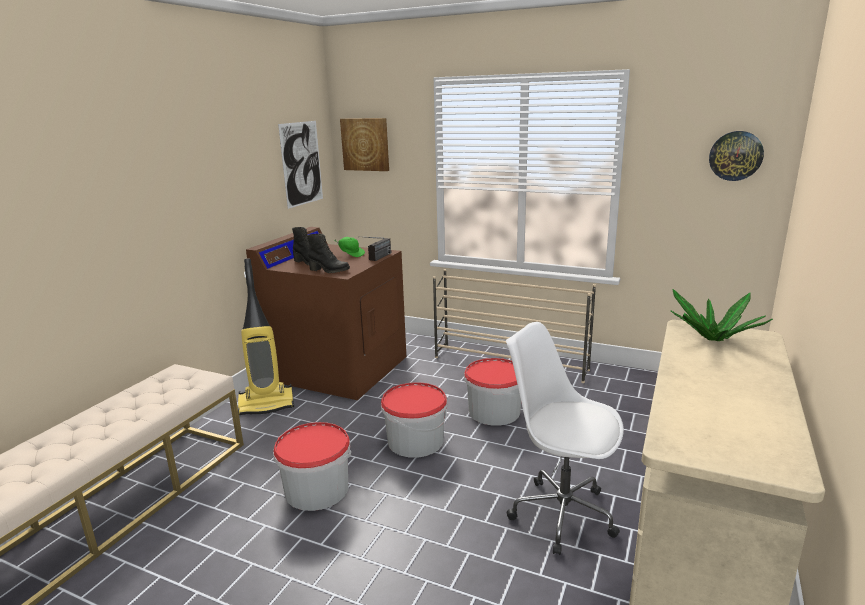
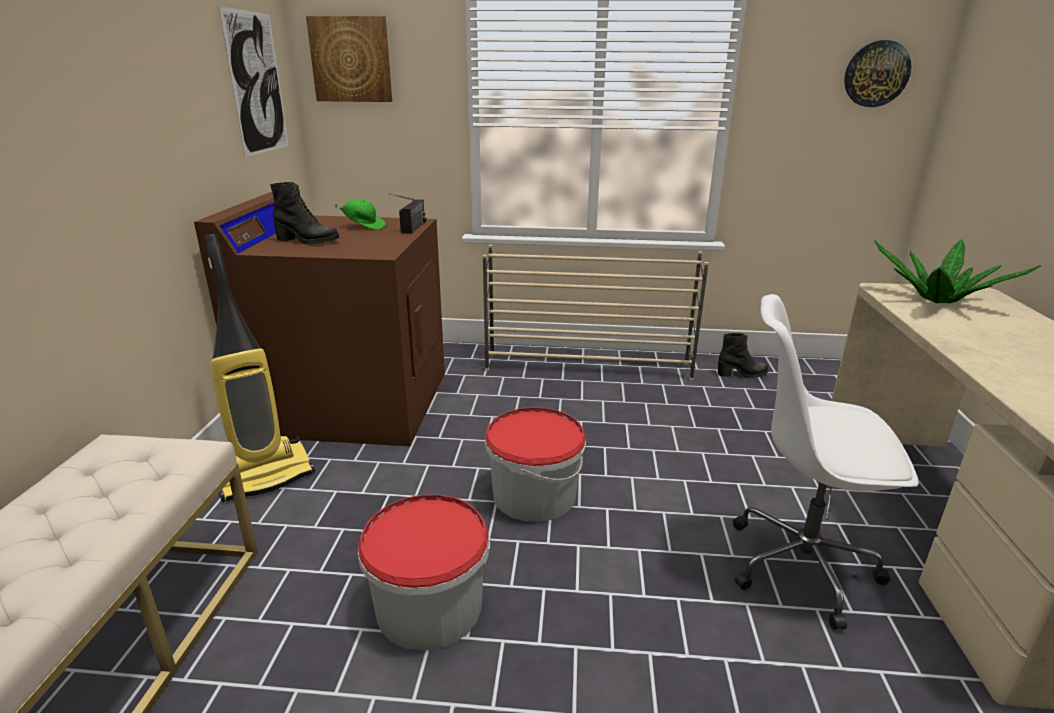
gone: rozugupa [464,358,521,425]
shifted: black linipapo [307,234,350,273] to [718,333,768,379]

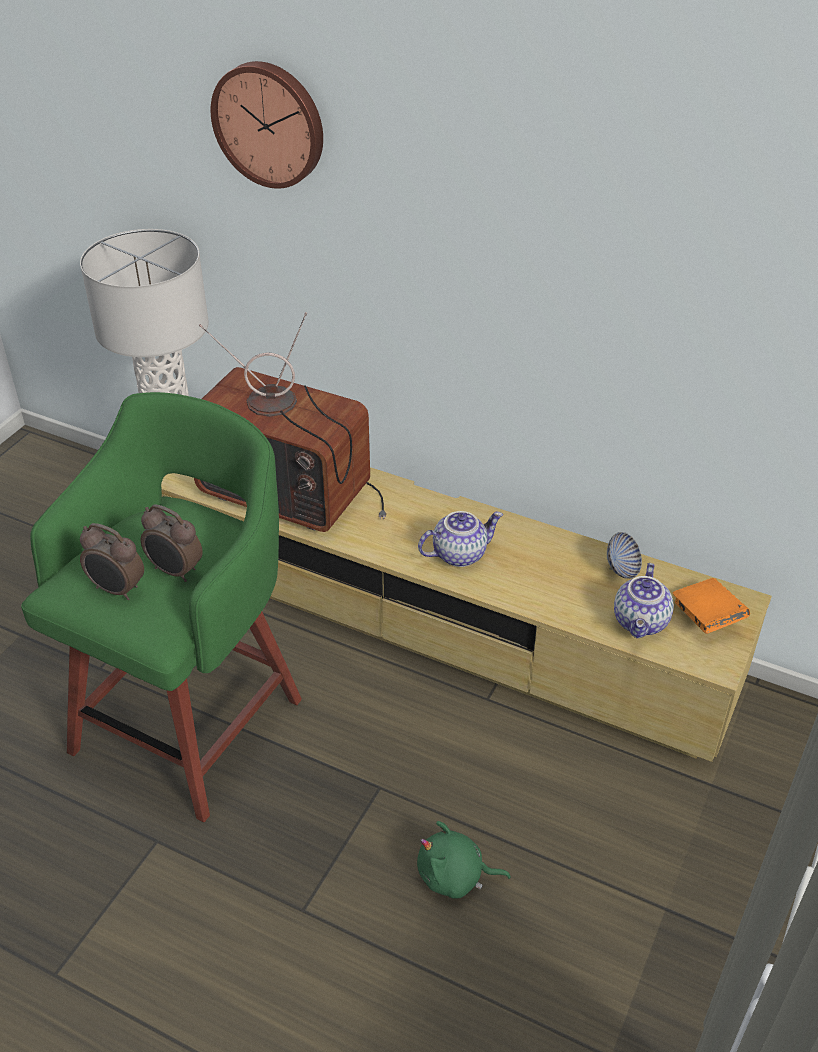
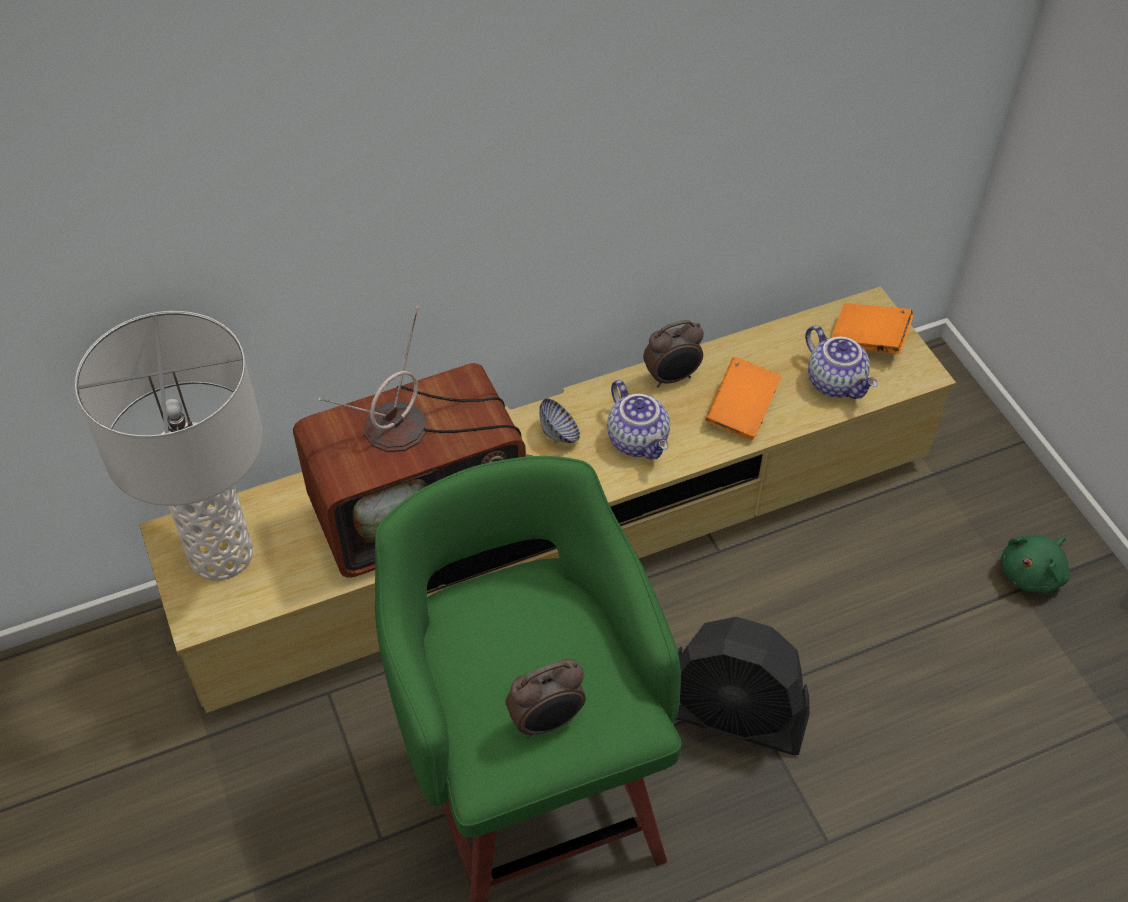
gone: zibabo [211,61,323,189]
new: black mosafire [676,617,810,755]; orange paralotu [705,357,781,440]
shifted: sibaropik [141,504,203,582] to [643,320,704,387]; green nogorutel [417,821,511,899] to [1001,535,1070,593]; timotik [607,532,642,579] to [539,398,580,443]
rotated: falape [418,511,503,567] = [607,380,670,460] 135 degrees clockwise

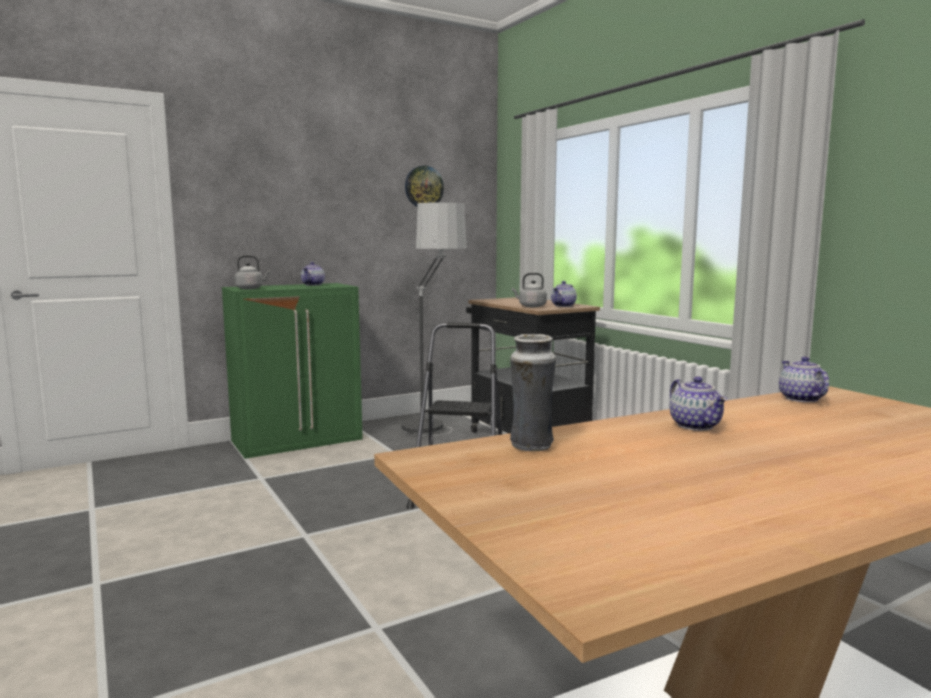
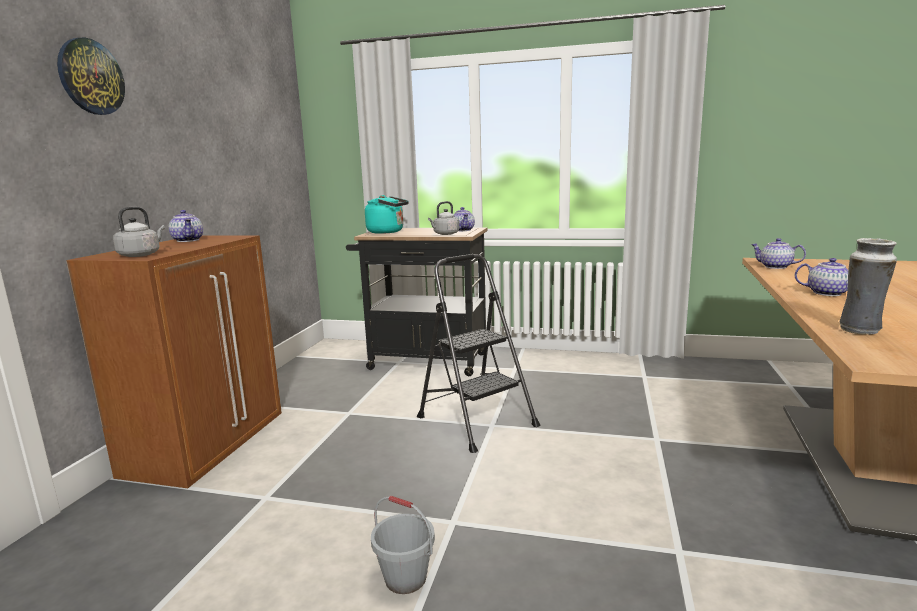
gone: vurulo [401,202,467,436]
new: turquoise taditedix [365,195,409,234]; grey rozugupa [371,496,435,594]
shifted: zibabo [405,166,444,207] to [57,38,125,115]
repainted: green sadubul [222,283,363,459] to brown sadubul [66,235,282,488]

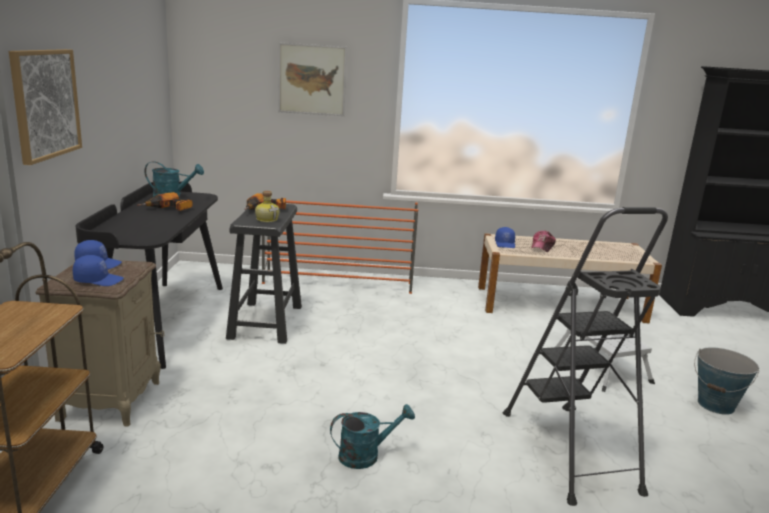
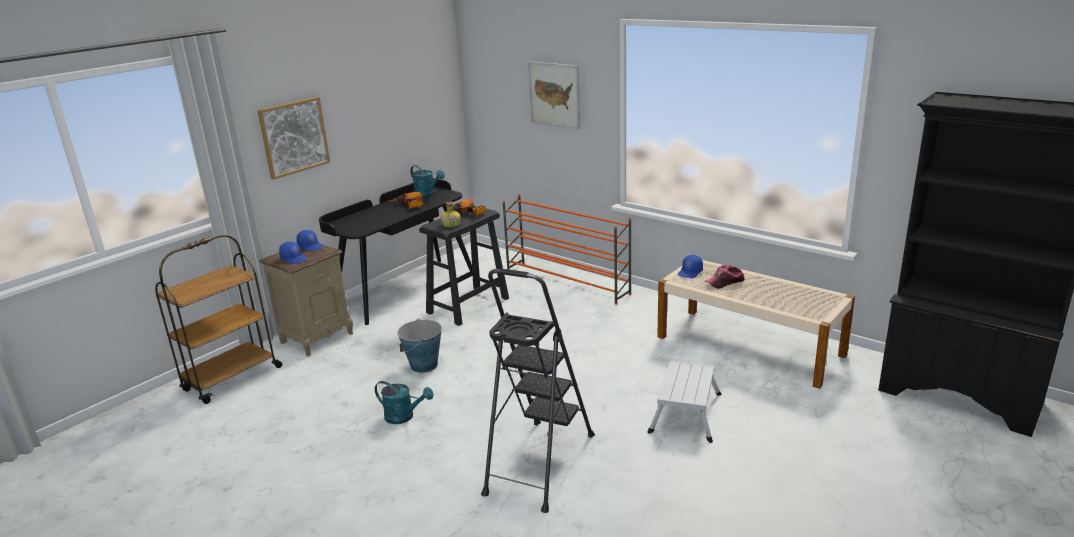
shifted: rozugupa [694,347,759,415] to [397,318,442,373]

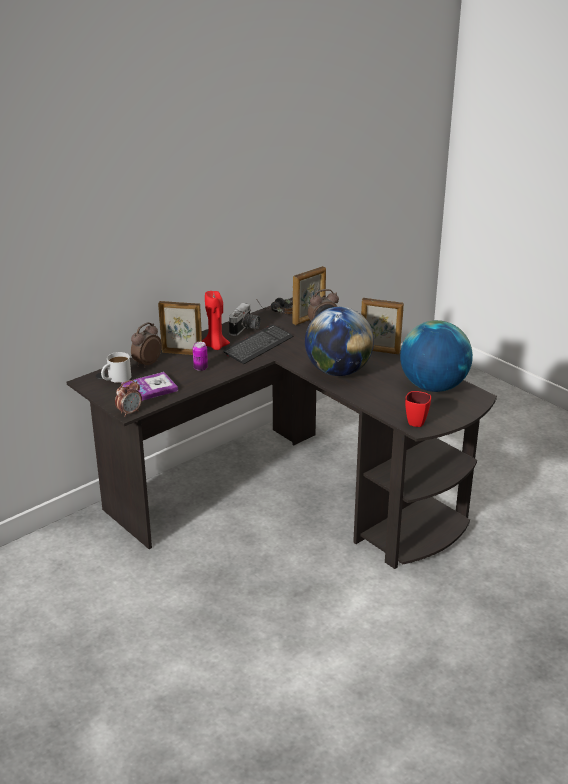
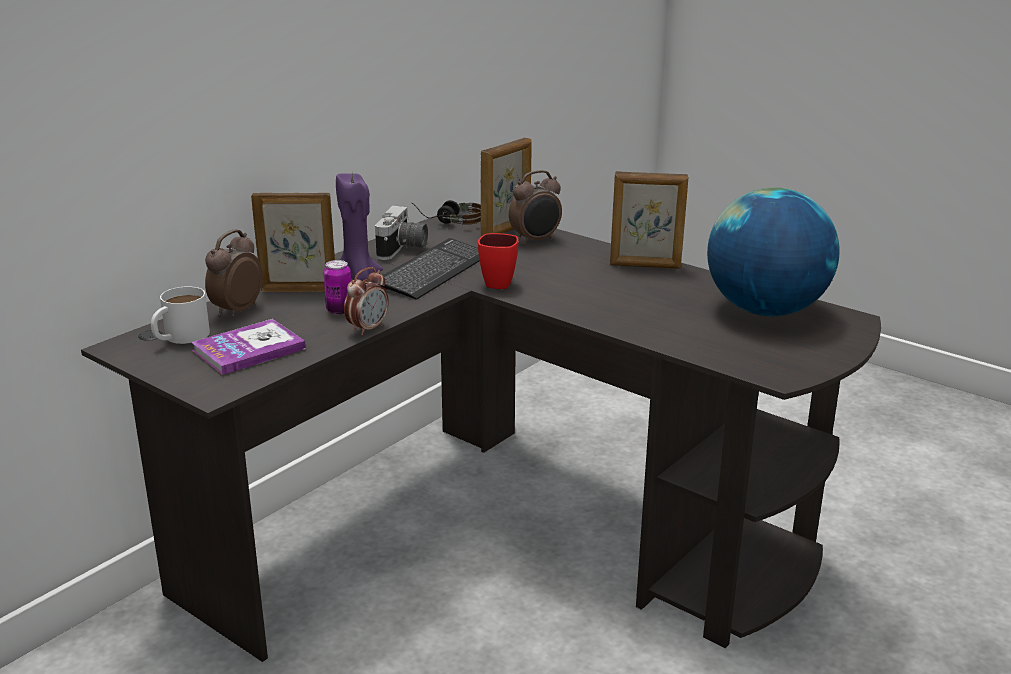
gone: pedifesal [305,307,374,376]
shifted: sibaropik [115,380,142,417] to [344,267,389,335]; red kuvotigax [405,391,431,427] to [478,233,519,289]
repainted: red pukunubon [202,291,230,350] to purple pukunubon [336,173,383,281]

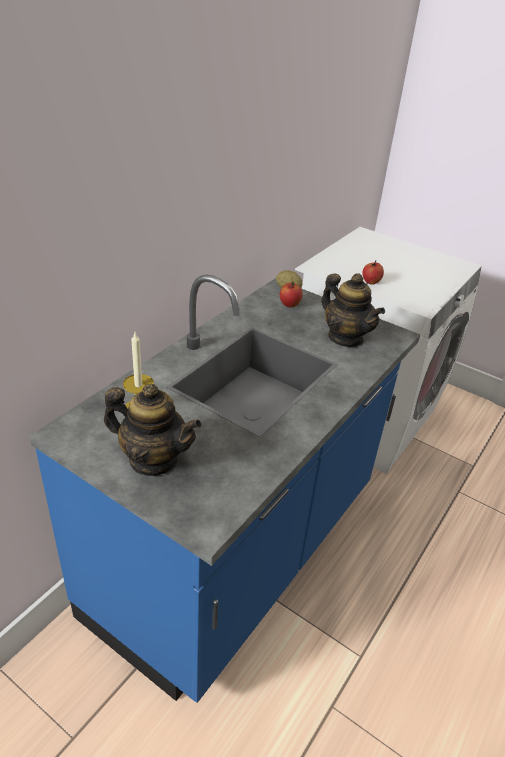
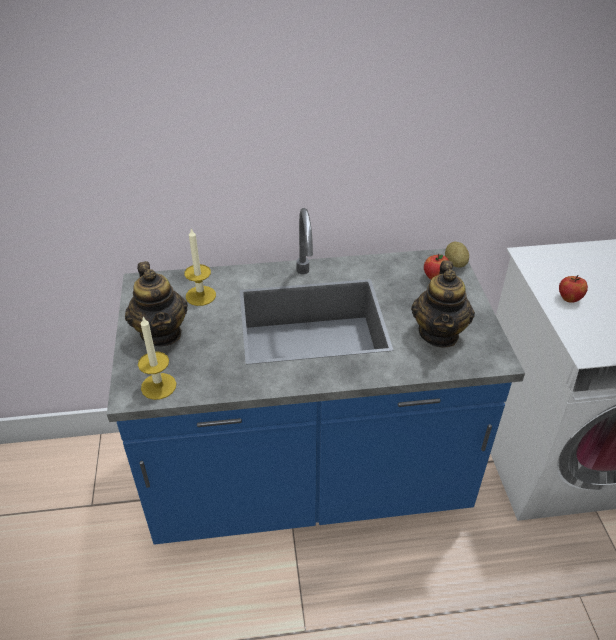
new: pukunubon [138,317,176,400]

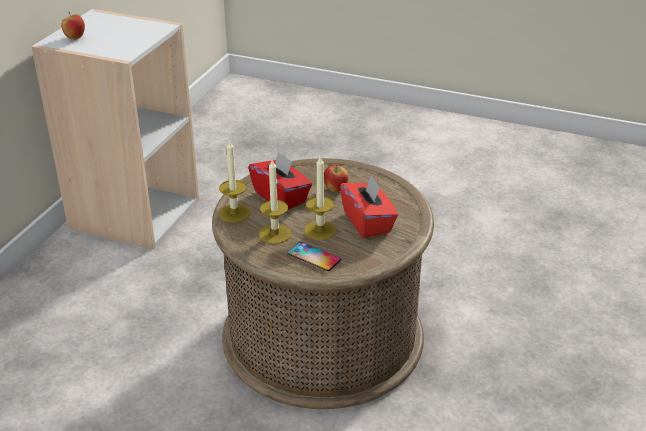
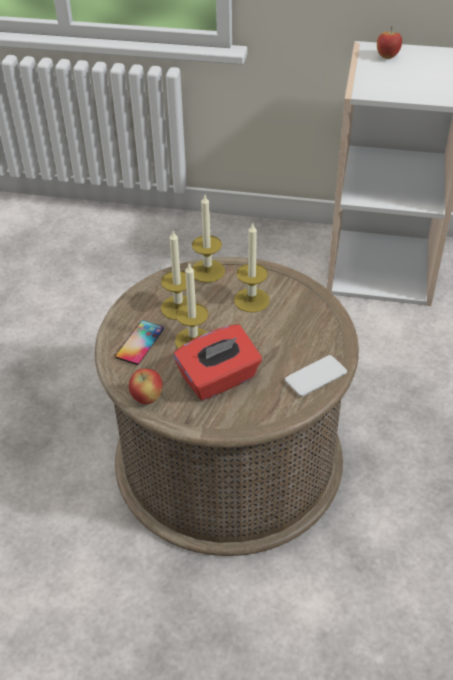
new: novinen [285,355,347,396]
shifted: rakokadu [324,165,348,192] to [129,368,163,404]
swapped: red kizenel [248,151,312,210] to pukunubon [234,222,270,313]

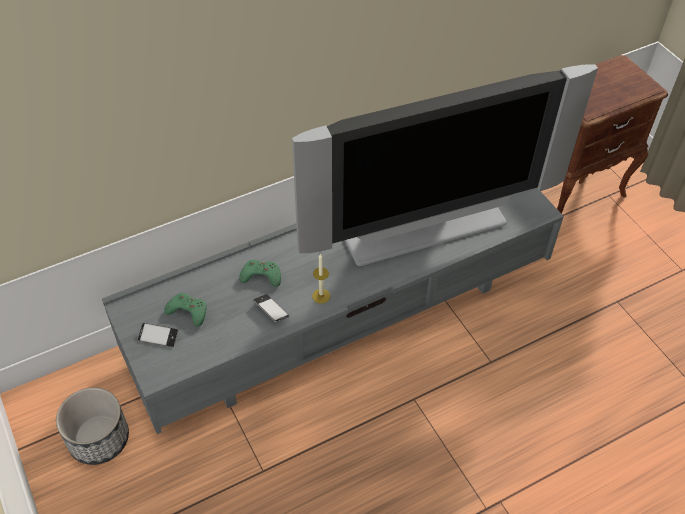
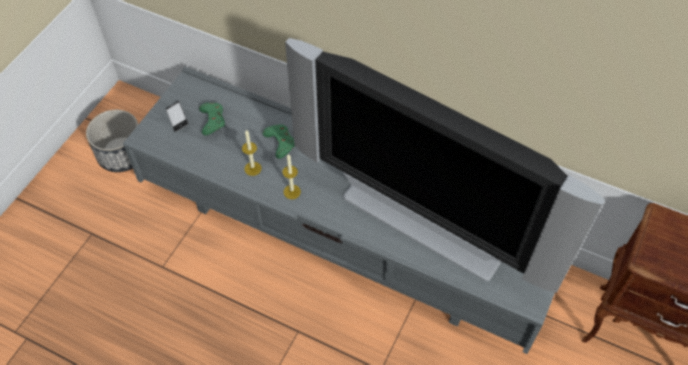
swapped: novinen [253,294,289,323] to pukunubon [242,130,262,176]

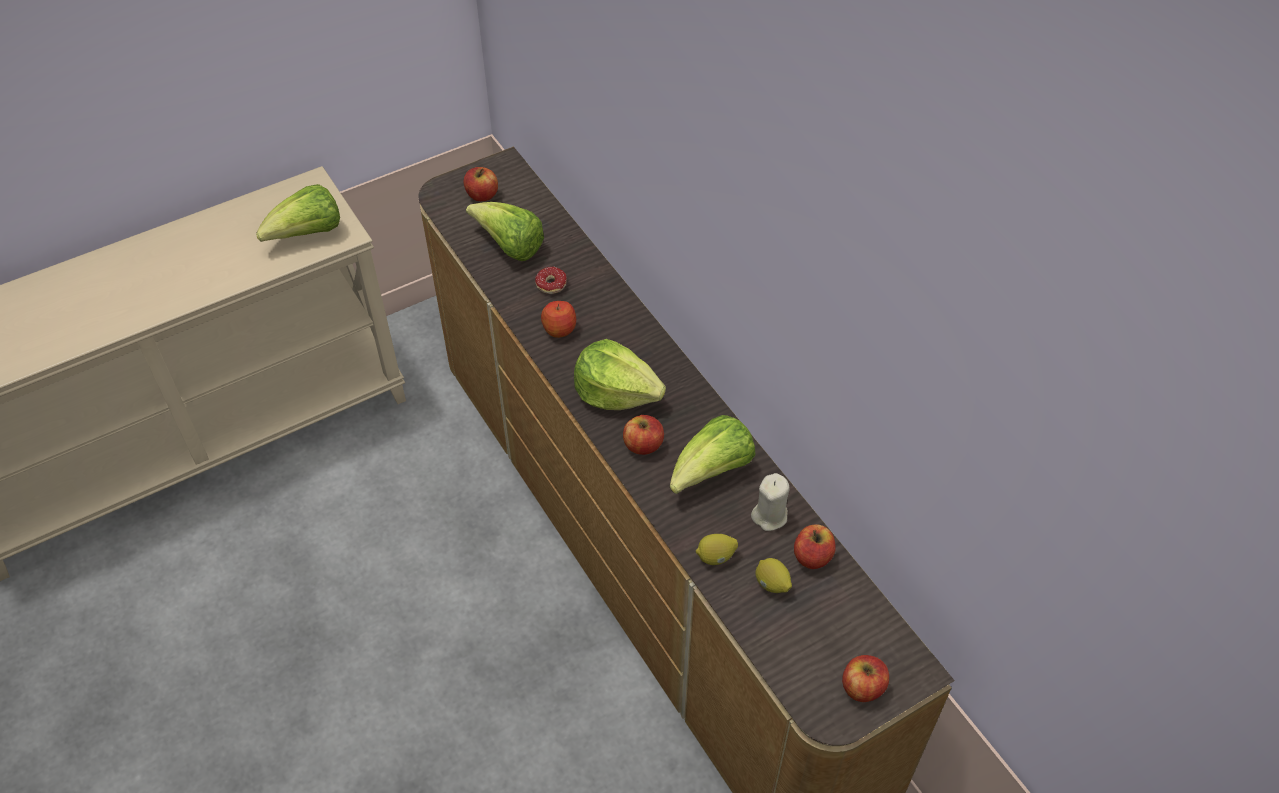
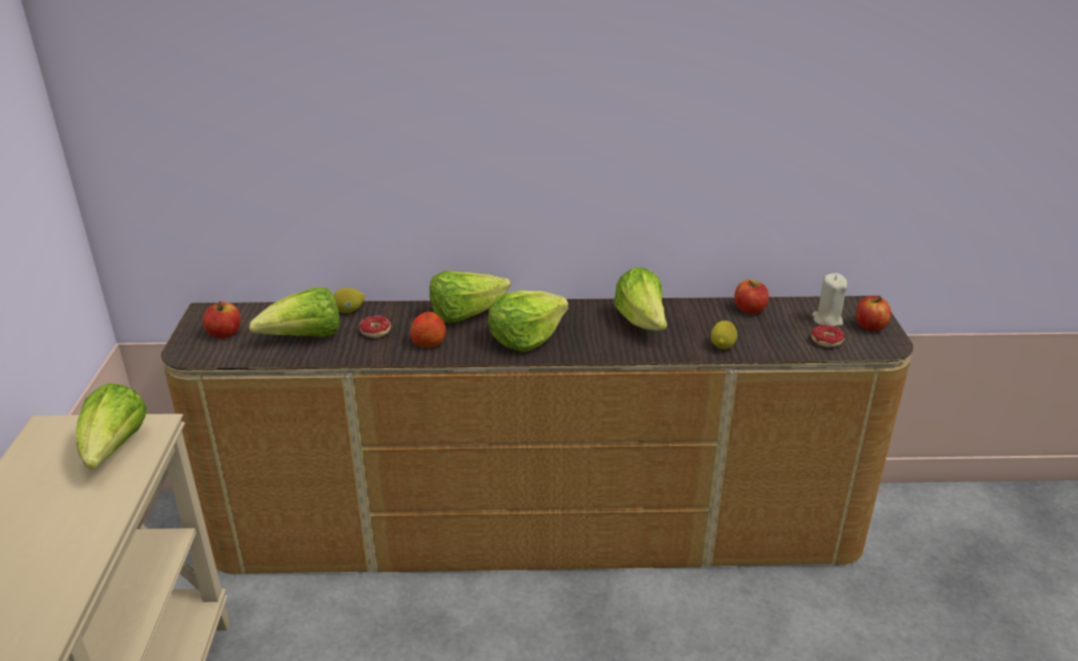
gone: rakokadu [623,415,664,455]
new: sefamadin [430,271,511,323]; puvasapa [811,325,844,347]
shifted: beige pukunubon [751,473,790,531] to [812,273,847,326]; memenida [755,558,792,593] to [334,288,365,313]

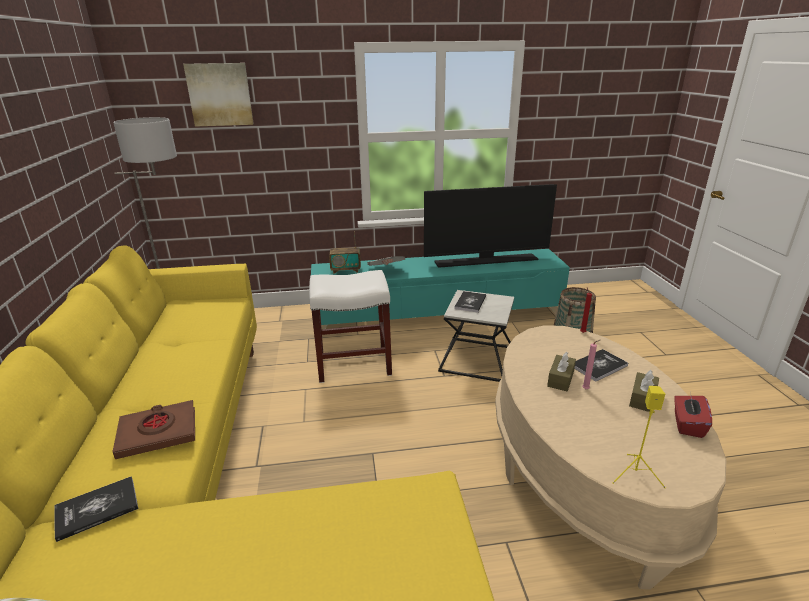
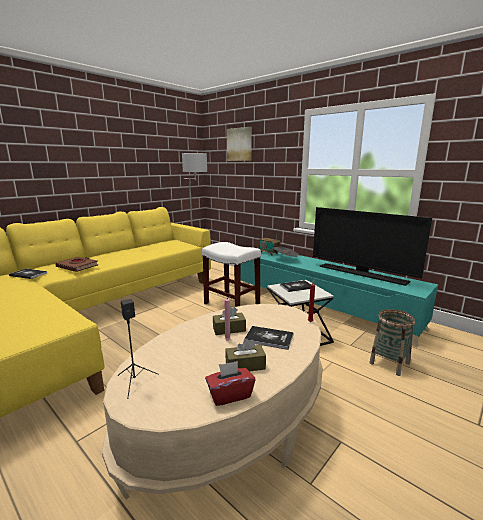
repainted: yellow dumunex [612,386,666,488] to black dumunex [118,299,159,399]

